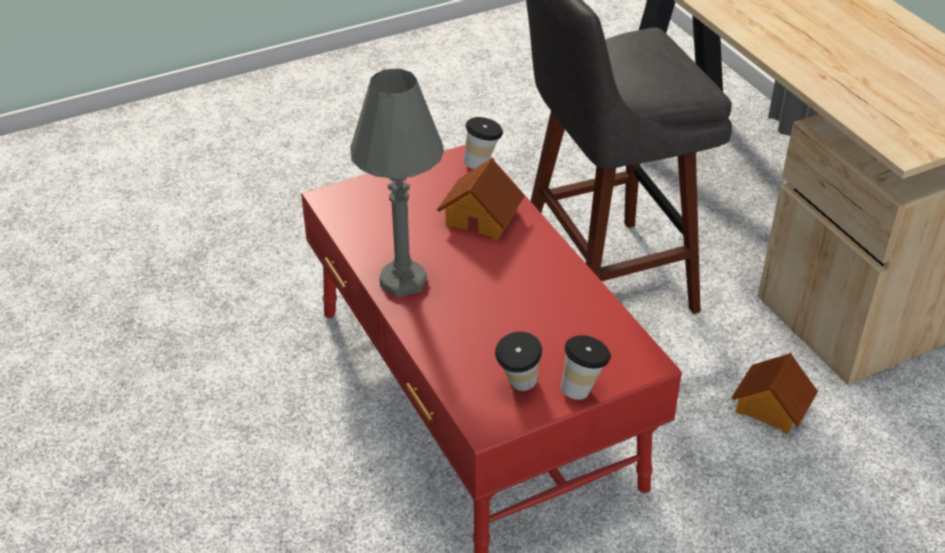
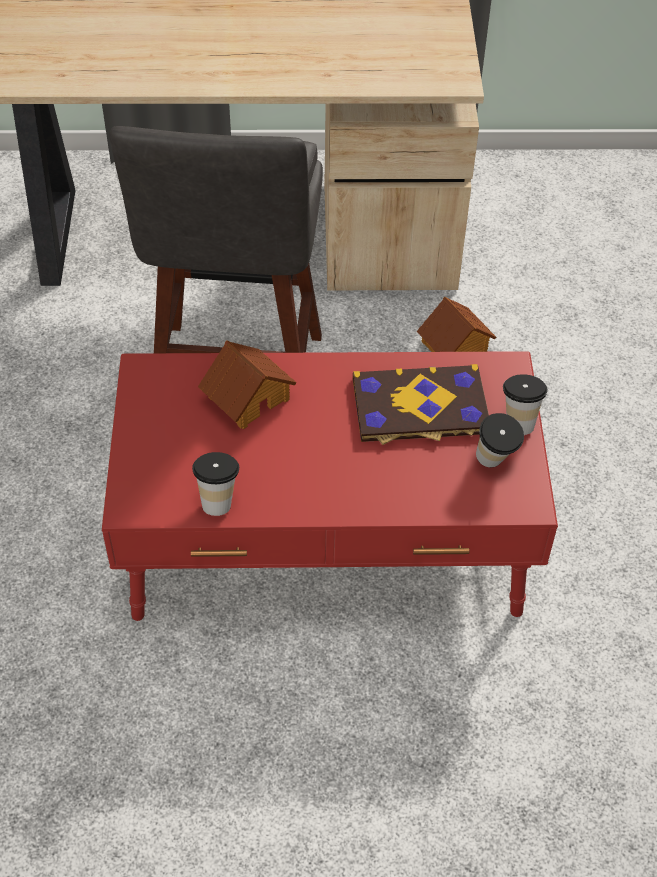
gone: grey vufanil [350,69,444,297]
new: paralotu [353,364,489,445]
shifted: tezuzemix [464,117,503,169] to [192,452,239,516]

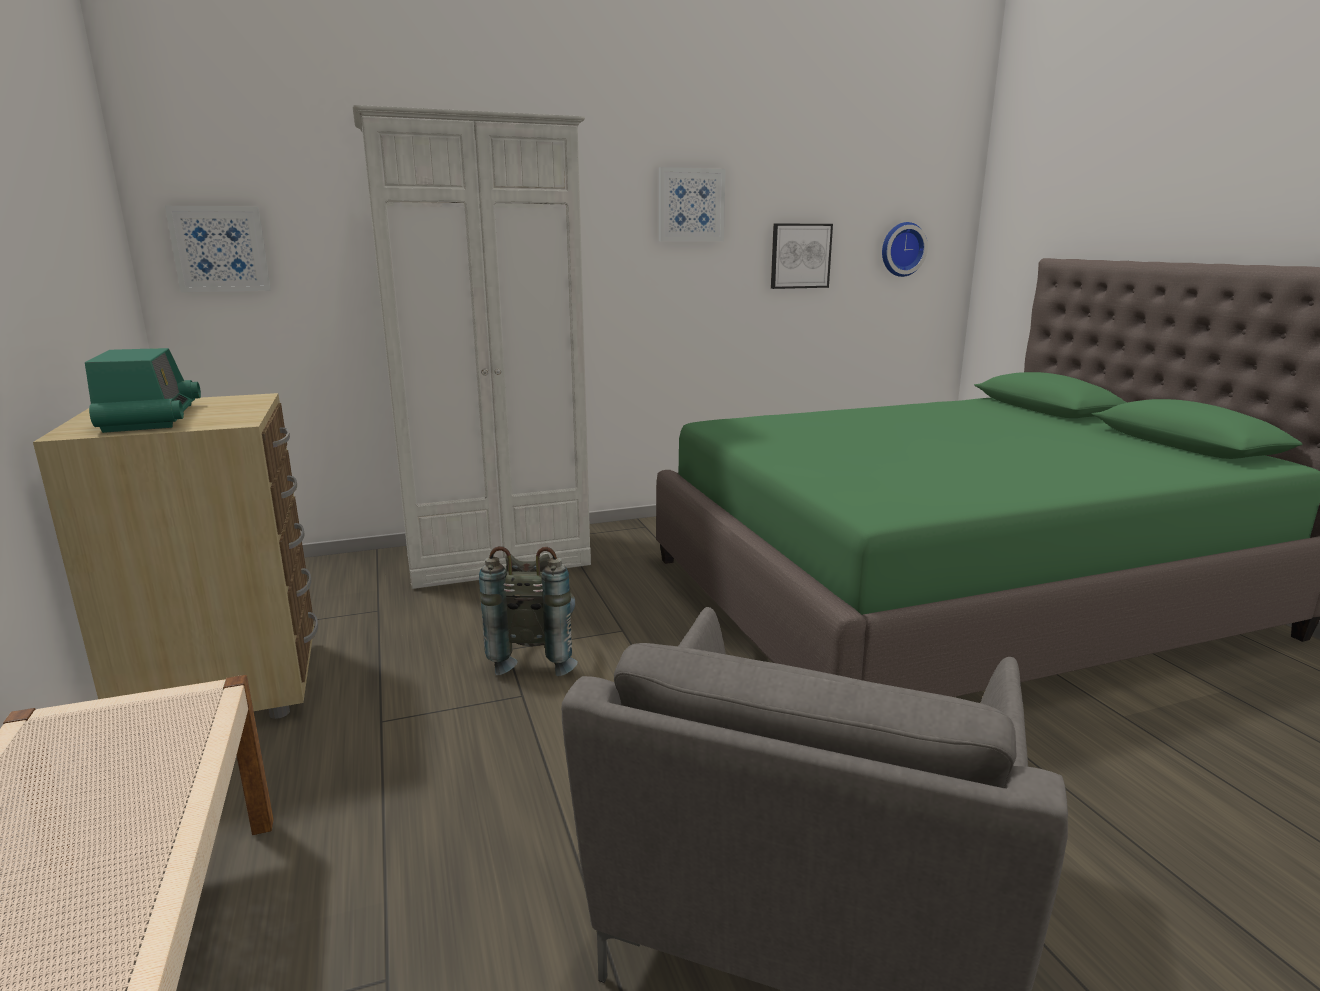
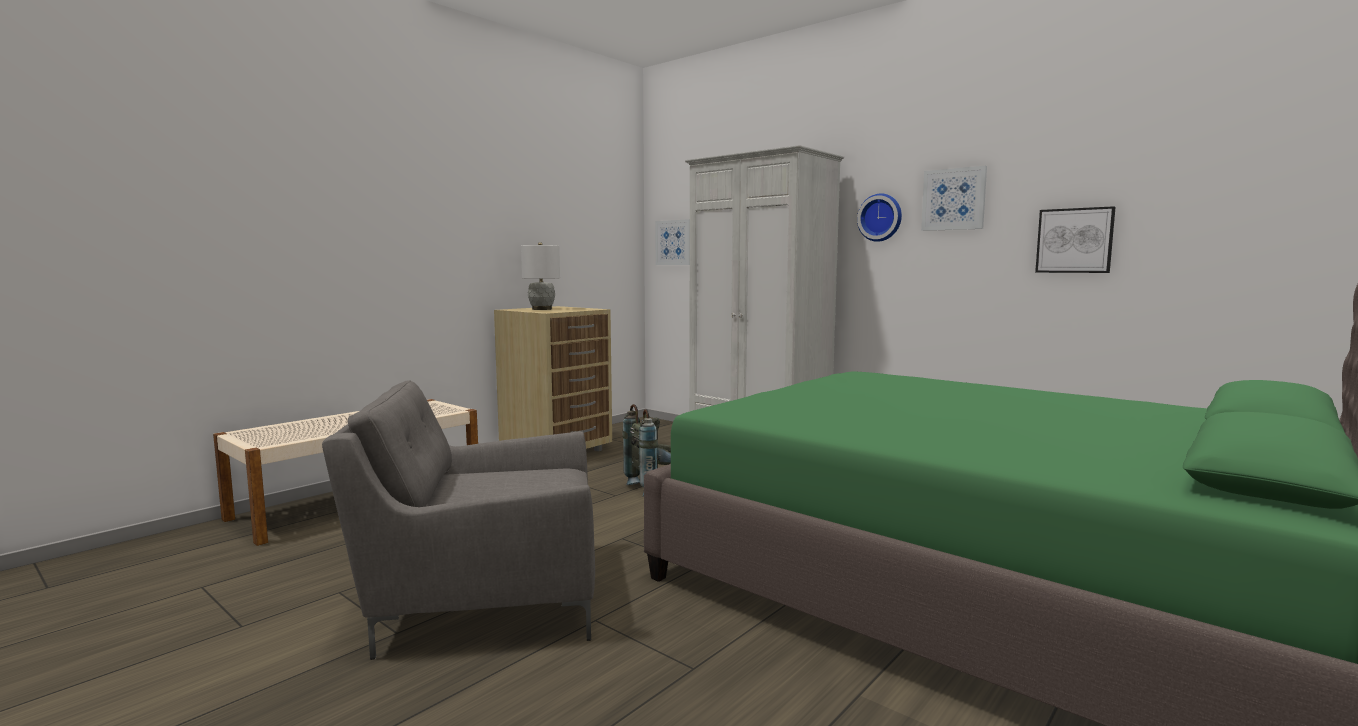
shifted: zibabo [882,222,928,277] to [857,193,902,242]
swapped: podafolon [85,348,201,433] to white vufanil [521,242,560,310]

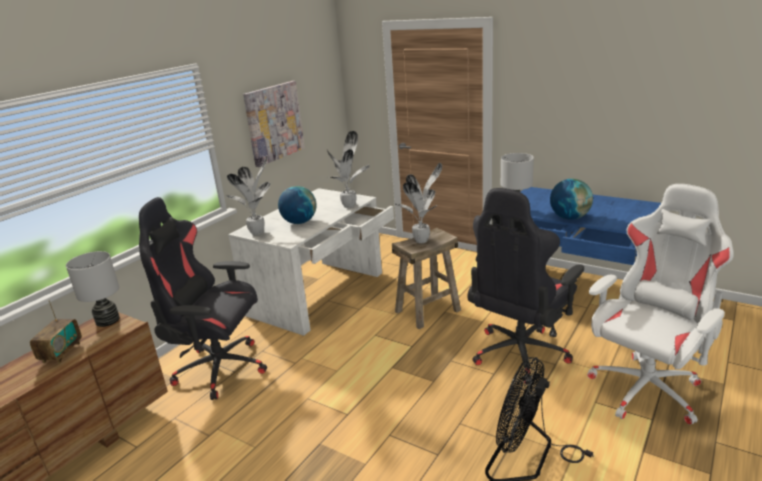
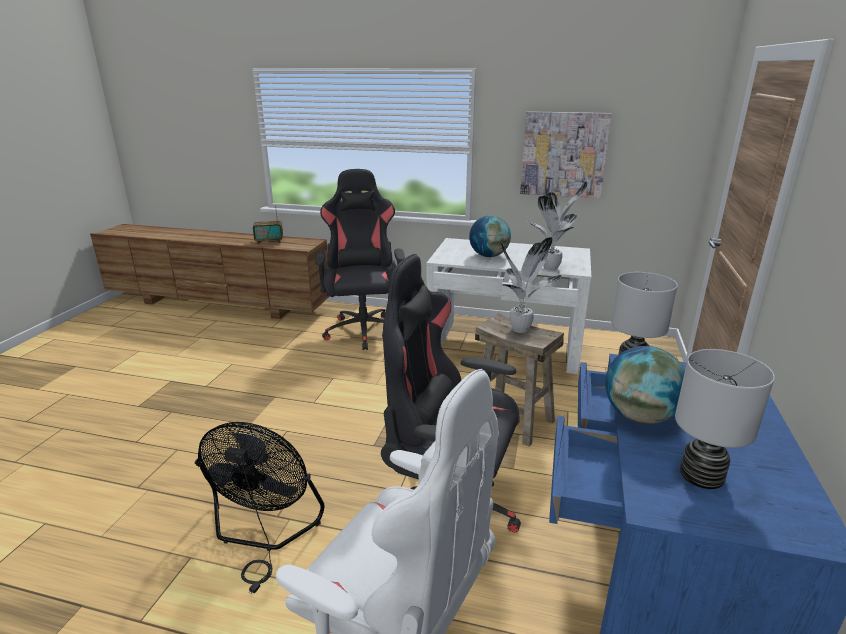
gone: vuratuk [226,156,270,235]
shifted: grey vufanil [66,251,120,327] to [675,349,775,489]

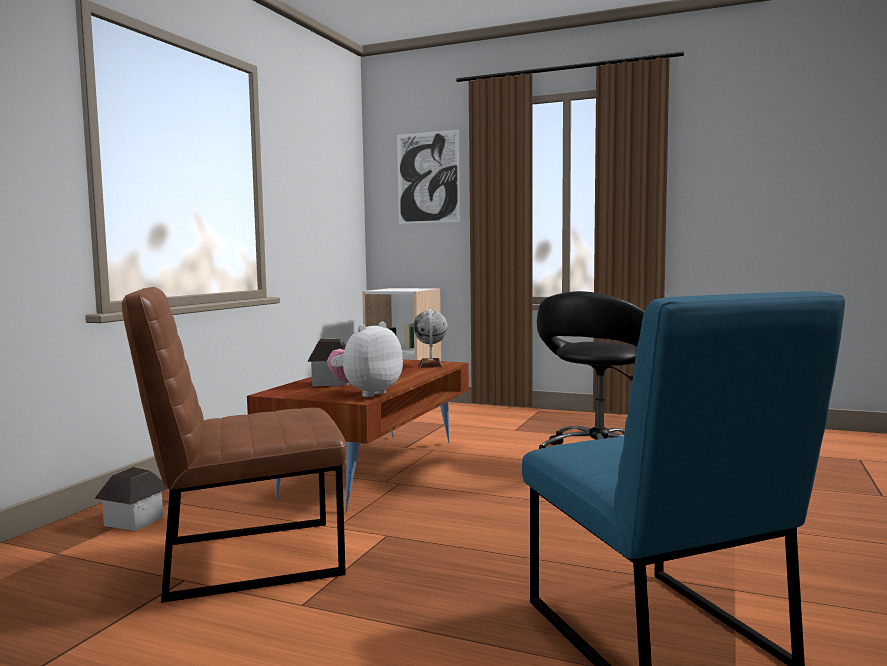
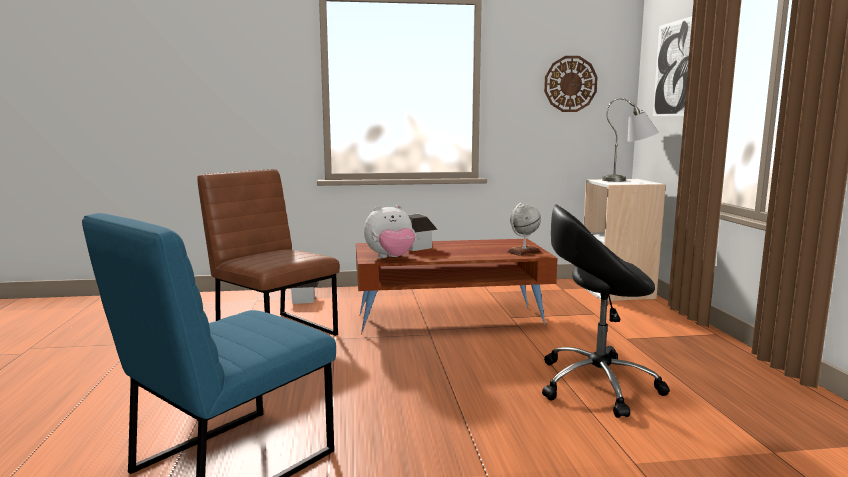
new: zibabo [544,56,598,112]; grey vufanil [602,98,659,182]
rotated: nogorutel [327,322,403,397] = [364,204,415,258] 150 degrees clockwise

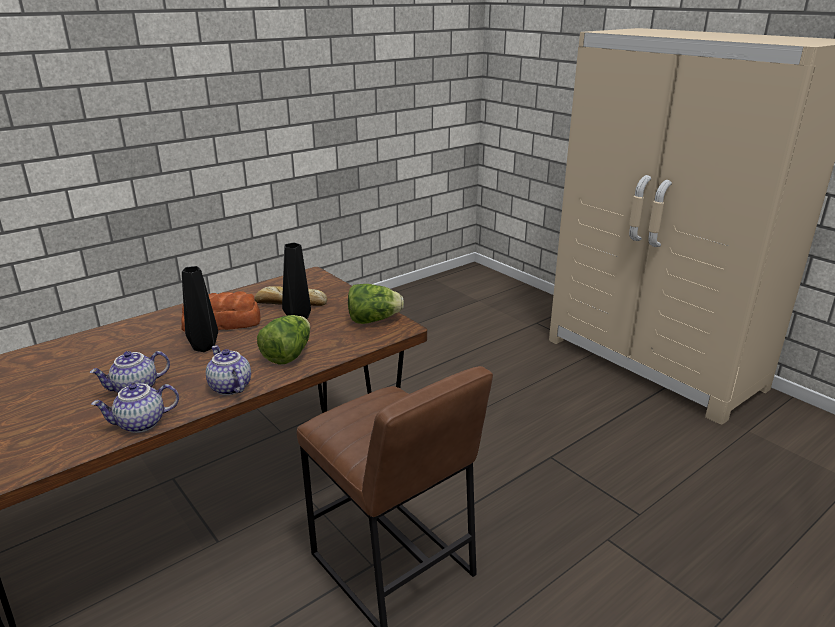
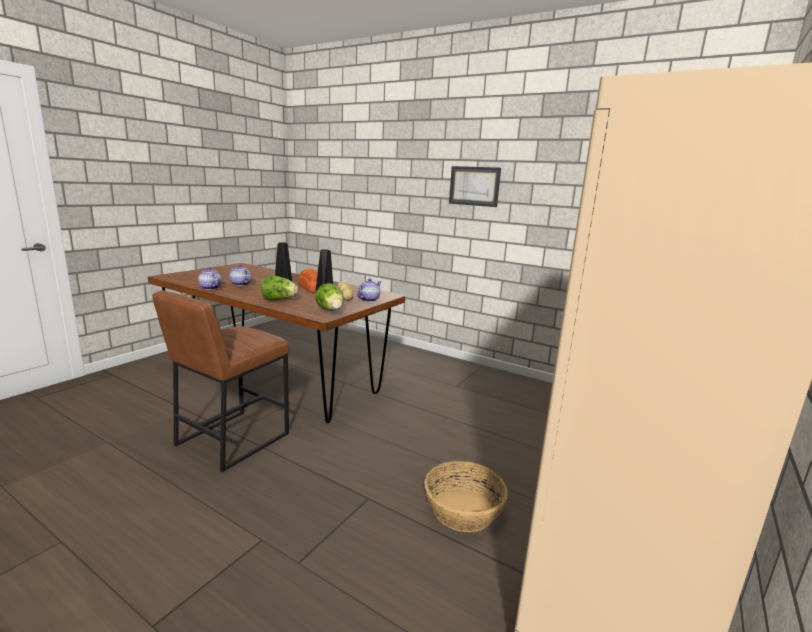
new: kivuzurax [425,461,508,532]; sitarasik [449,166,501,207]
shifted: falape [206,345,251,395] to [356,279,381,302]

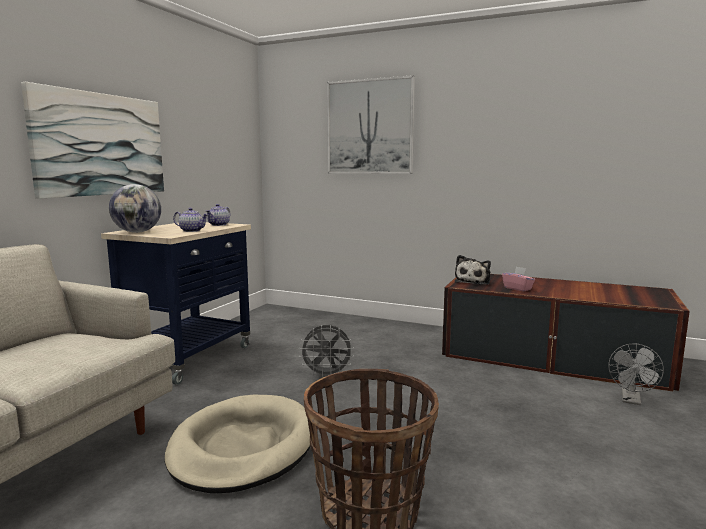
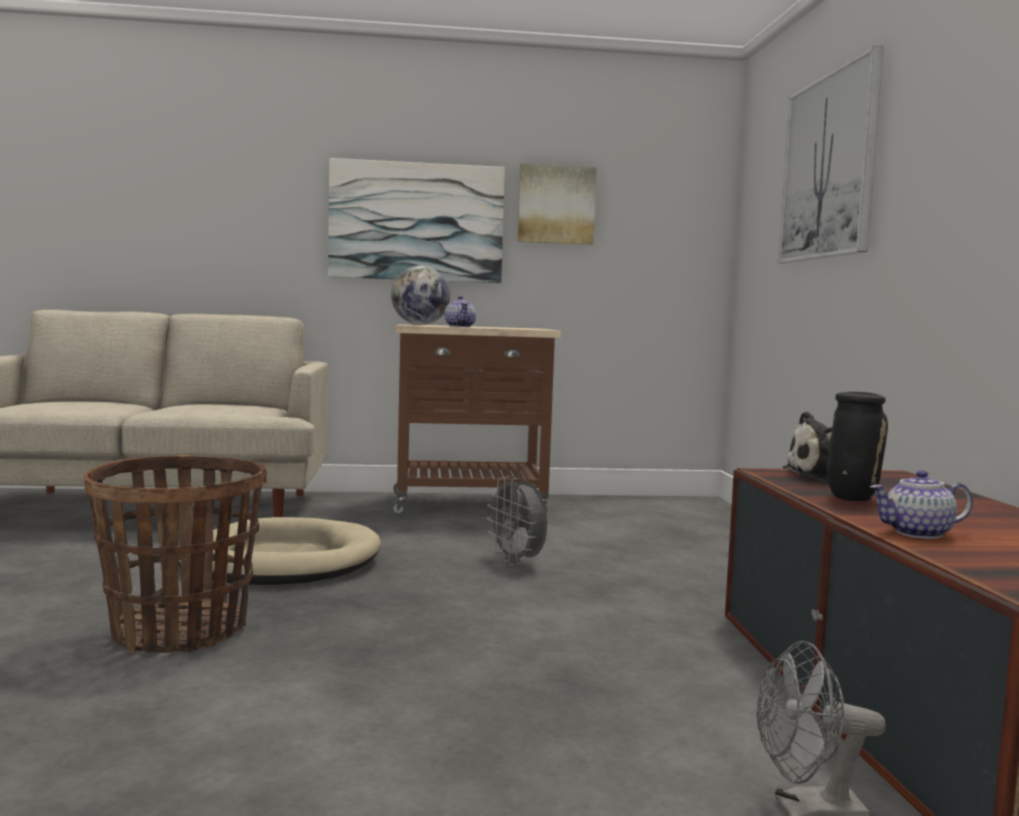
new: sitarasik [518,163,597,245]
shifted: falape [206,204,230,226] to [870,470,973,539]
swapped: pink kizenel [502,267,535,292] to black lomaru [826,392,888,501]
repainted: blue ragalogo [101,222,251,385] to brown ragalogo [390,324,561,516]

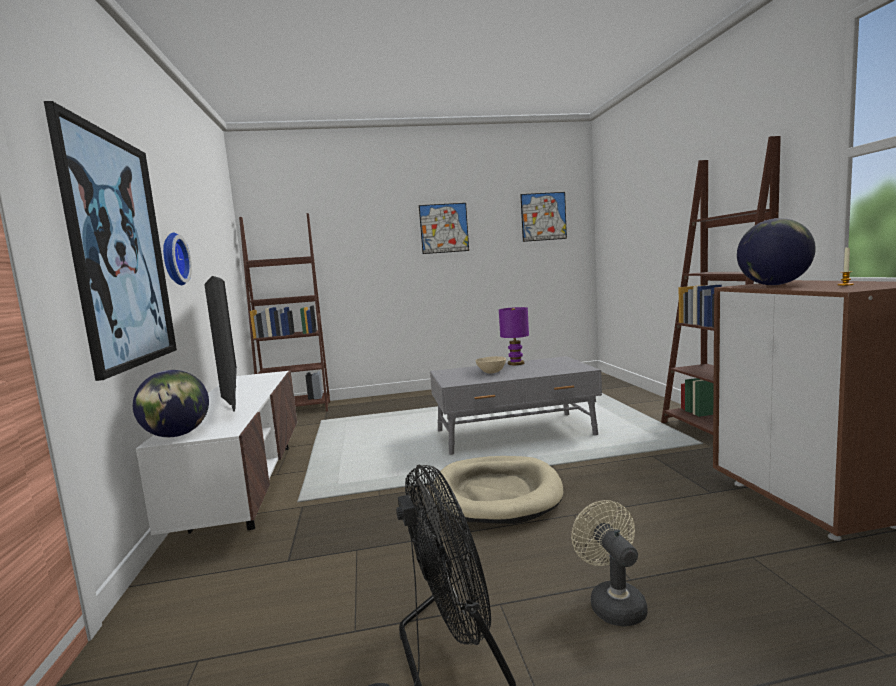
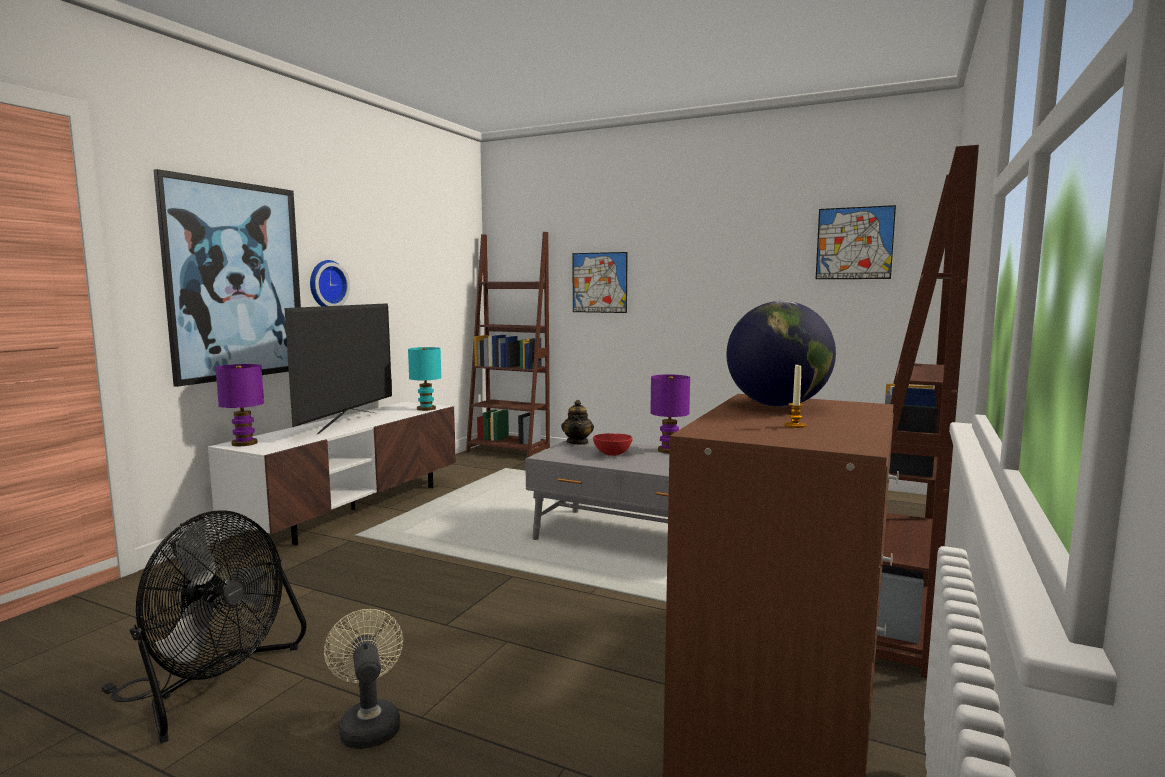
gone: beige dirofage [432,456,564,524]
new: turquoise vufanil [408,347,442,411]; falape [561,400,594,445]
shifted: sitarasik [419,203,469,254] to [573,252,628,313]
swapped: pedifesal [133,370,209,437] to purple vufanil [215,364,264,446]
repainted: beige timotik [475,356,506,373] to red timotik [593,433,633,456]
rotated: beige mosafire [571,500,648,627] = [324,609,403,749] 45 degrees counterclockwise

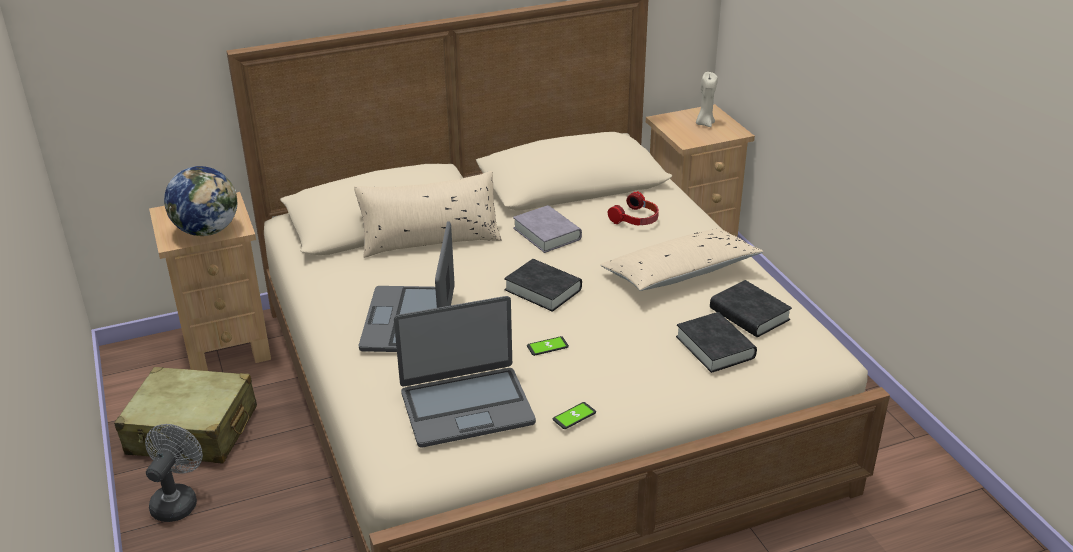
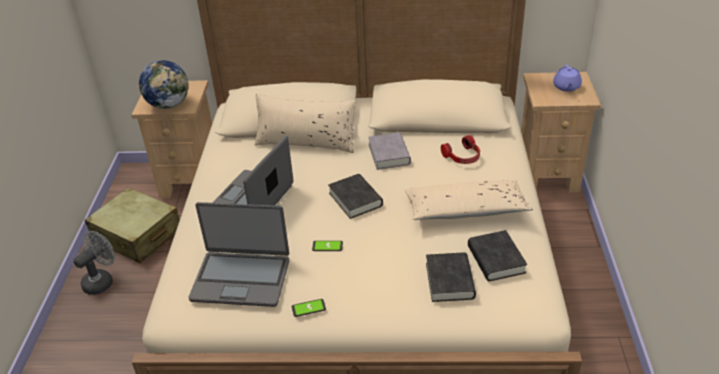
swapped: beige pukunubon [696,72,718,127] to purple falape [553,65,582,92]

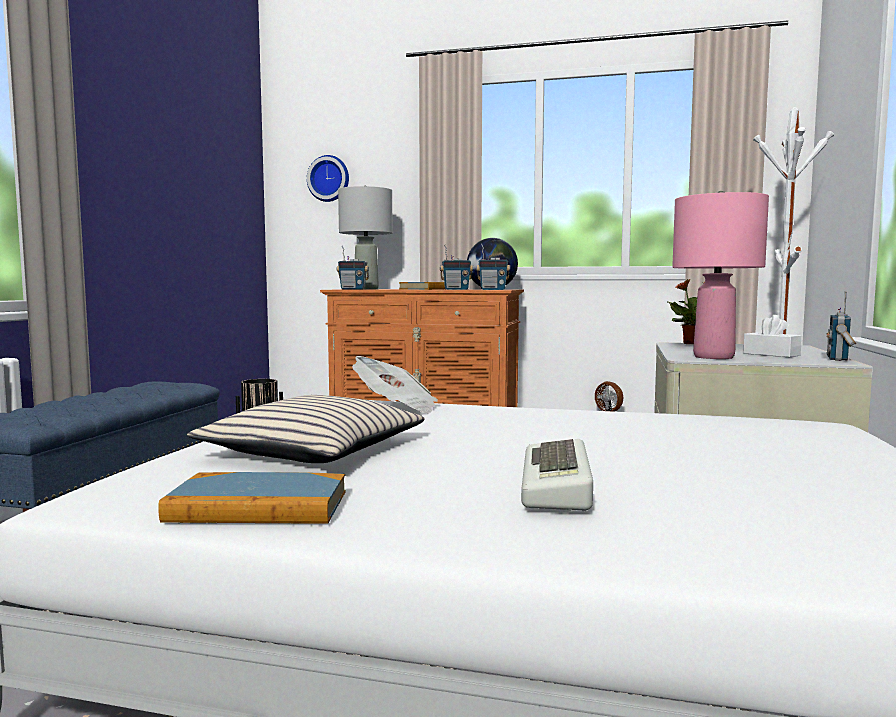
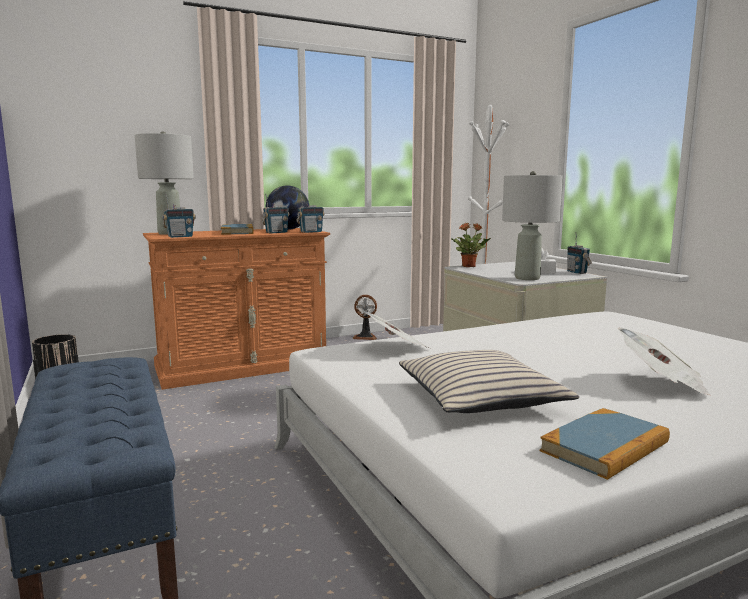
gone: zibabo [307,155,349,202]
swapped: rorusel [521,439,593,510] to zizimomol [618,327,710,395]
repainted: pink vufanil [672,191,769,359] to grey vufanil [502,171,563,280]

